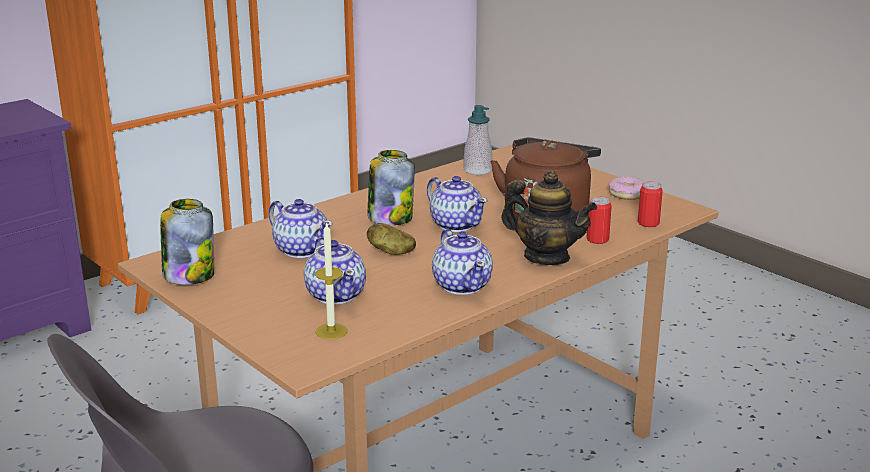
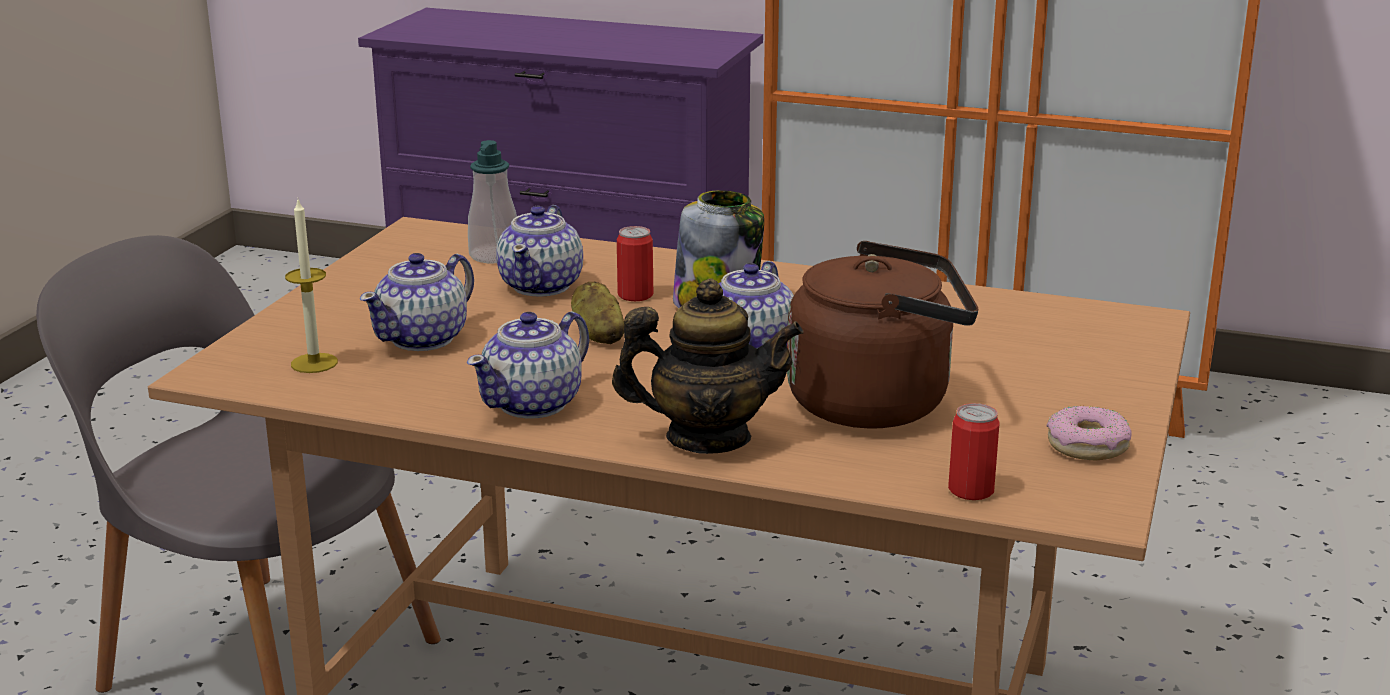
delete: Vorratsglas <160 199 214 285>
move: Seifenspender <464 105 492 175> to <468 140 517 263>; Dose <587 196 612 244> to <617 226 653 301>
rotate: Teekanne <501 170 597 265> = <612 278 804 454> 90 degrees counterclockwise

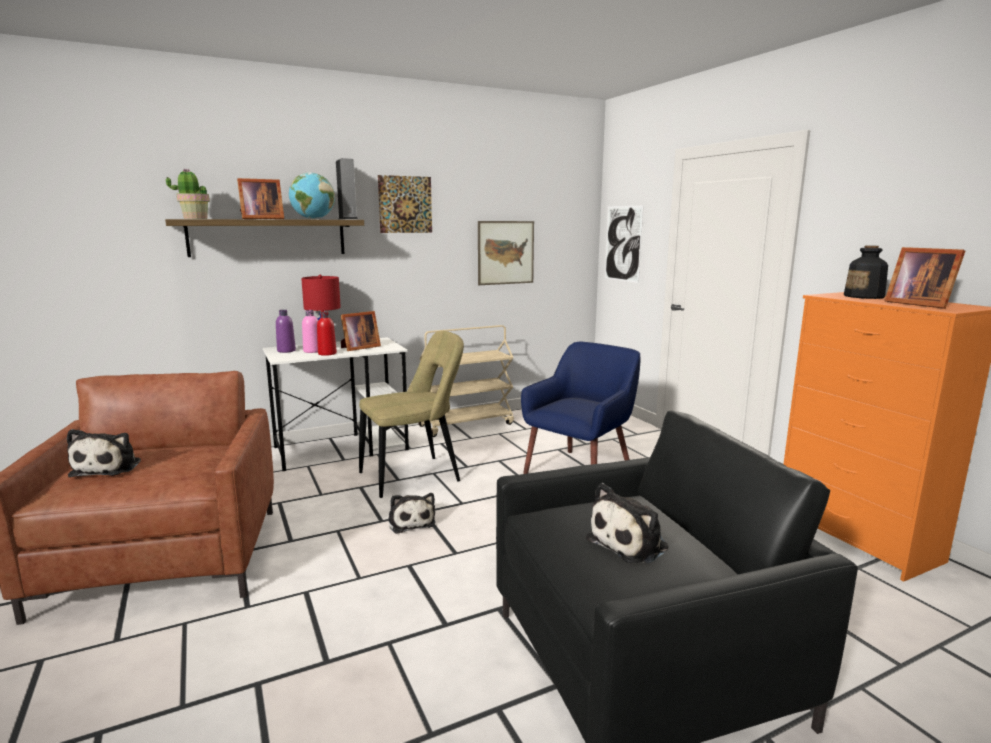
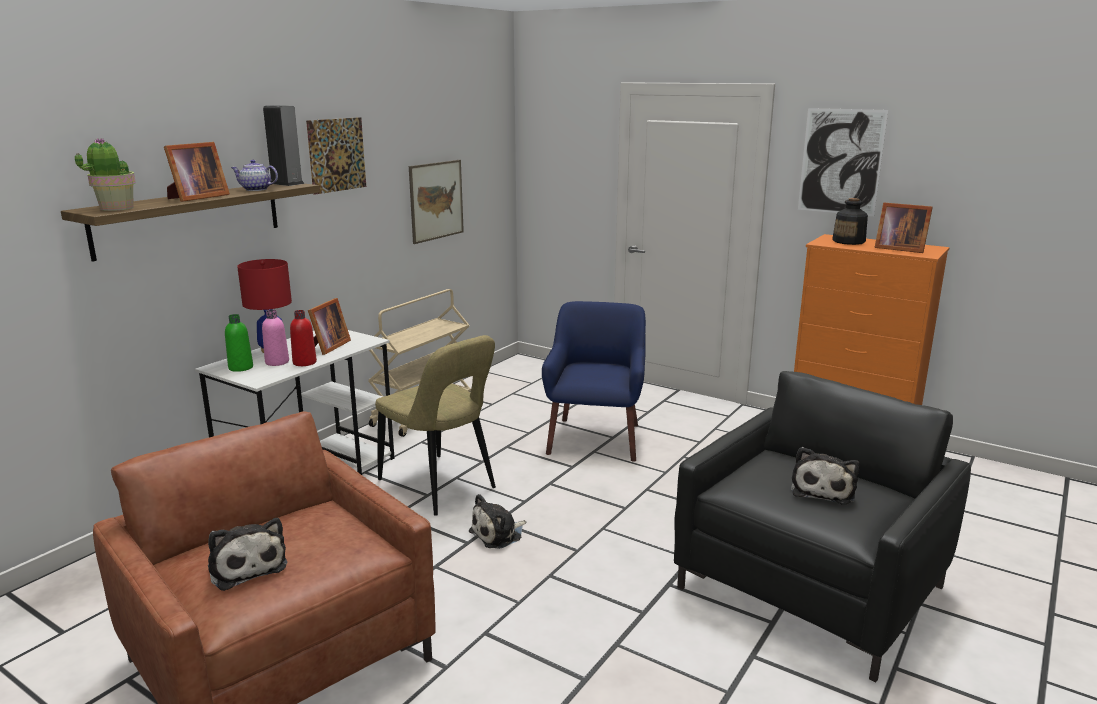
move: Bild <605 205 643 283> to <798 108 888 216>
replace: Globus <289 172 335 219> to Teekanne <231 160 278 191>
recolor: Flasche/lila <276 310 296 353> to Flasche/grün <225 314 253 372>
rotate: Stuhl/beige <359 331 464 498> = <375 335 496 516> 105 degrees clockwise; Plüschtier <388 493 436 534> = <469 494 526 549> 105 degrees clockwise

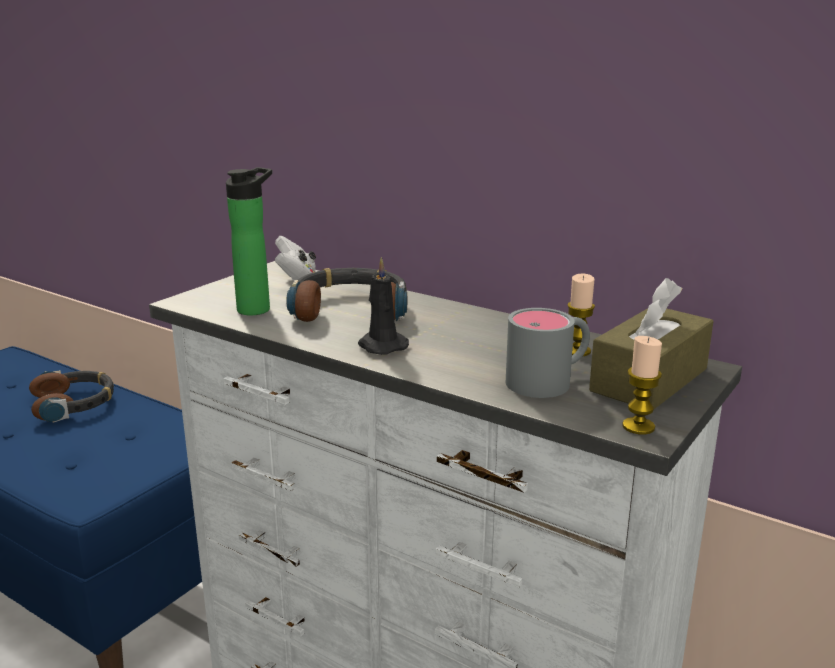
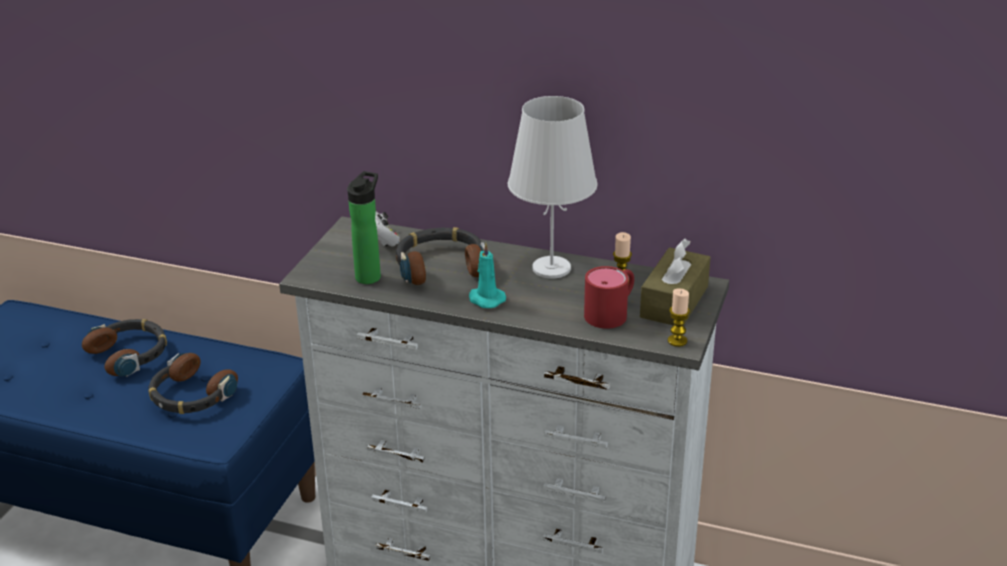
insert: Kopfhörer <149 353 238 414>; Tischlampe/weiß <508 96 598 279>
recolor: Kerze/schwarz <358 257 409 355> to Kerze/türkis <469 242 506 308>; Henkelbecher/grau <506 308 590 398> to Henkelbecher/rot <584 266 634 329>

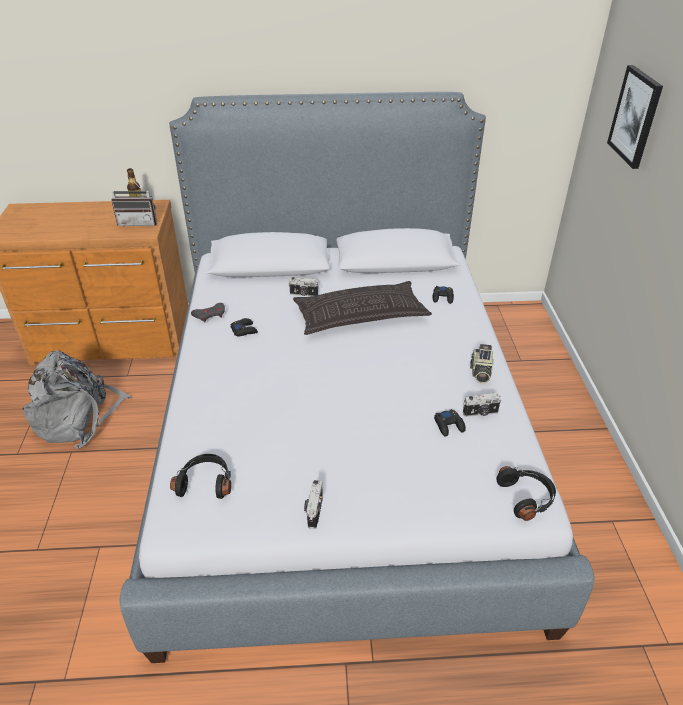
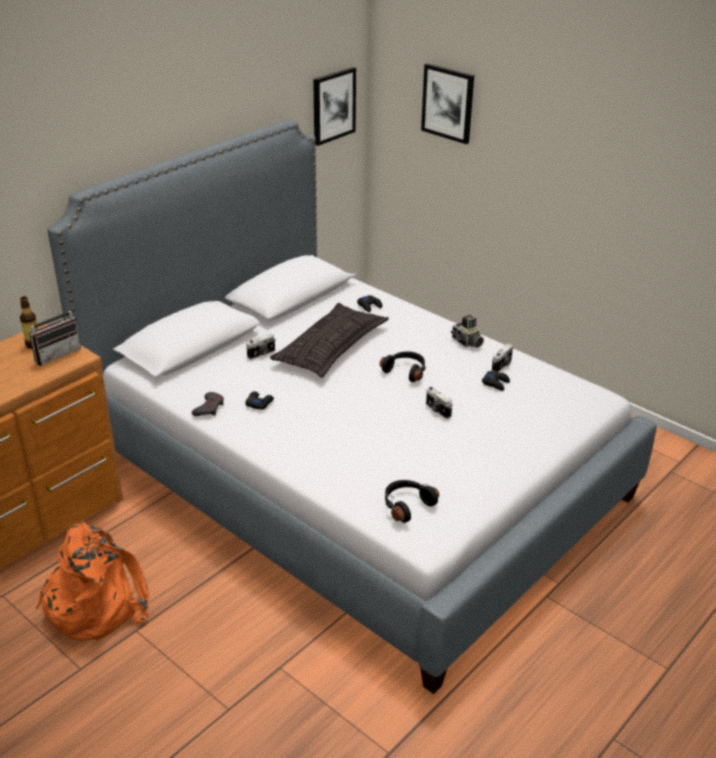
insert: Bild <313 67 356 146>
move: Kopfhörer/schwarz <496 466 556 521> to <380 351 426 382>; Kamera <304 480 323 529> to <426 387 452 419>
recolor: Rucksack/grau <22 351 132 449> to Rucksack/orange <35 523 149 641>

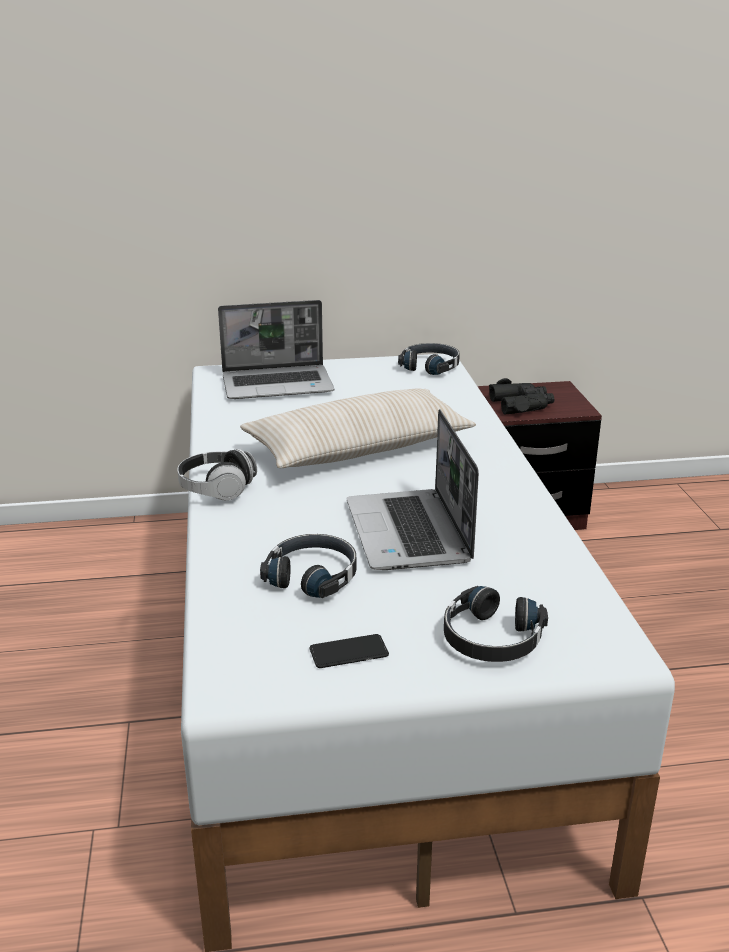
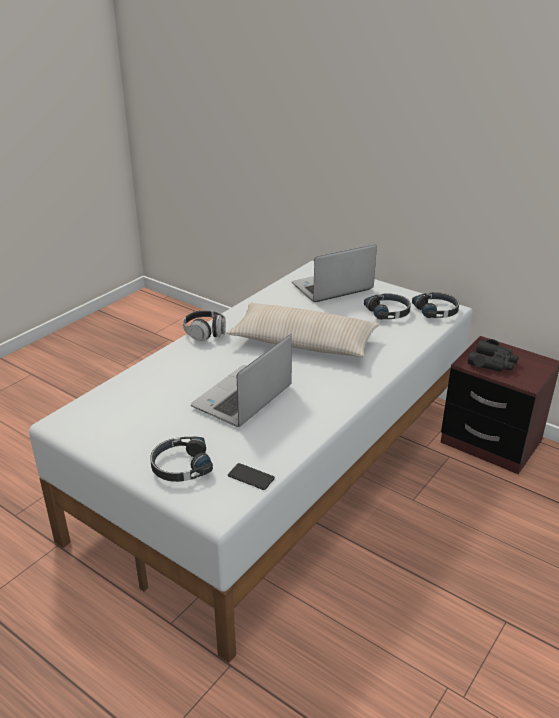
move: Handy <309 634 389 668> to <228 463 275 490>; Kopfhörer/schwarz <260 534 356 598> to <364 293 411 320>
rotate: Laptop <218 300 334 399> = <292 244 377 302> 120 degrees clockwise

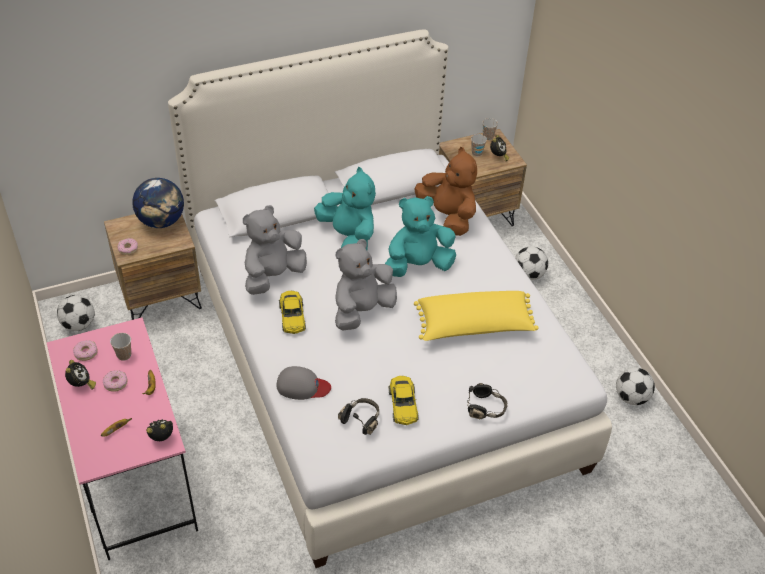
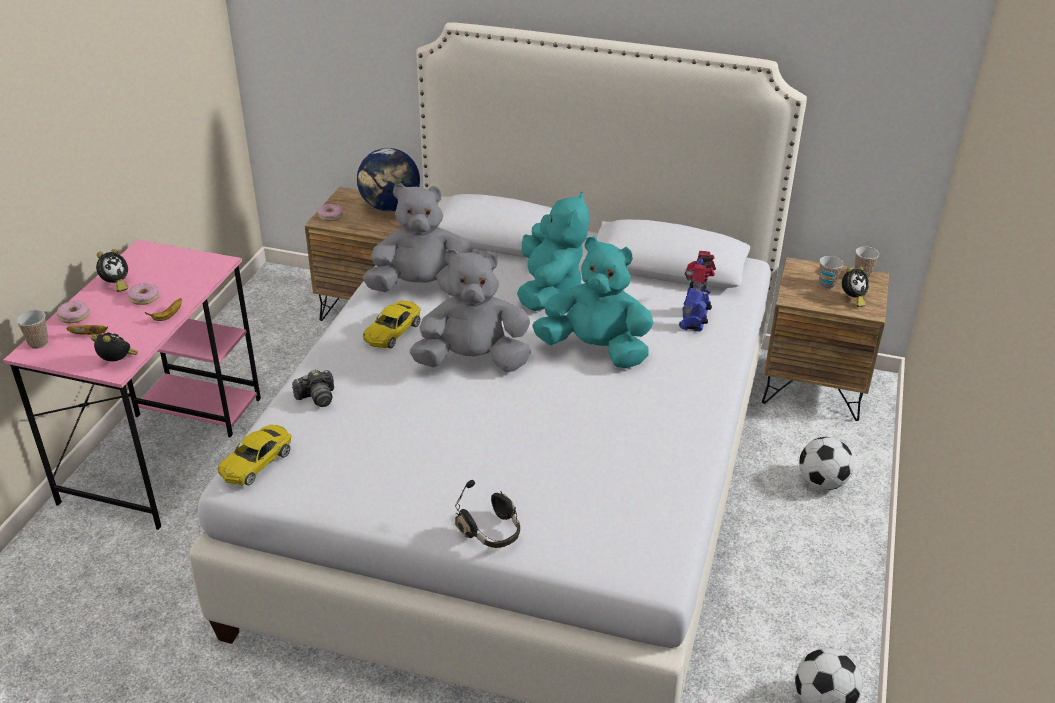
delete: Fußball <57 295 95 331>; Kopfhörer/schwarz <338 398 379 435>; Kissen/gelb <414 291 539 341>
move: Tasse <110 333 131 361> to <16 310 48 349>; Donut <73 340 97 361> to <57 301 89 323>; Spielzeugauto/gelb <389 376 418 425> to <218 425 292 485>
replace: Kappe/grau <276 366 331 400> to Kamera <292 369 334 407>; Plüschtier/braun <414 147 477 236> to Spielzeugroboter <679 251 716 331>

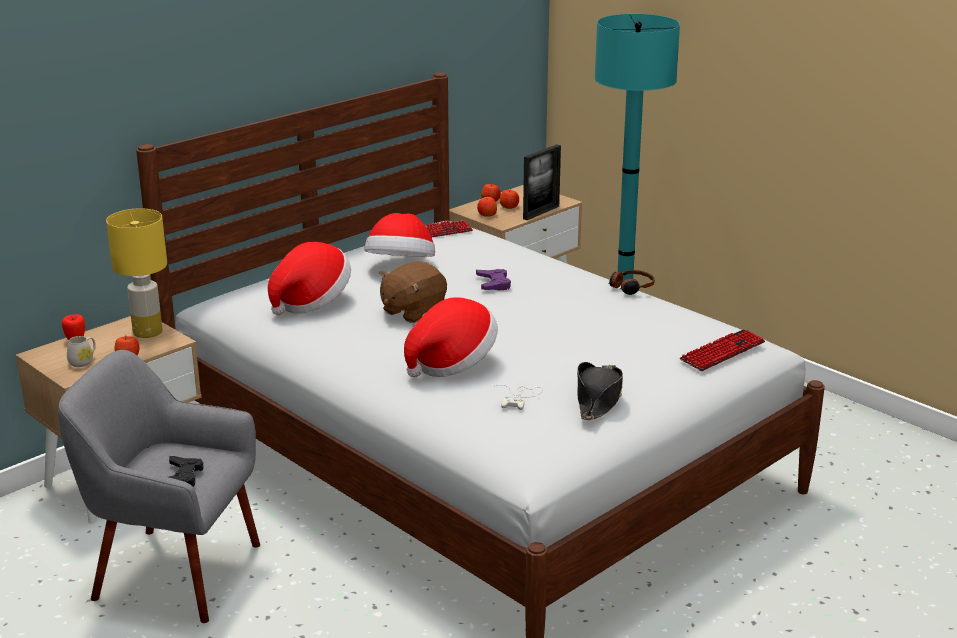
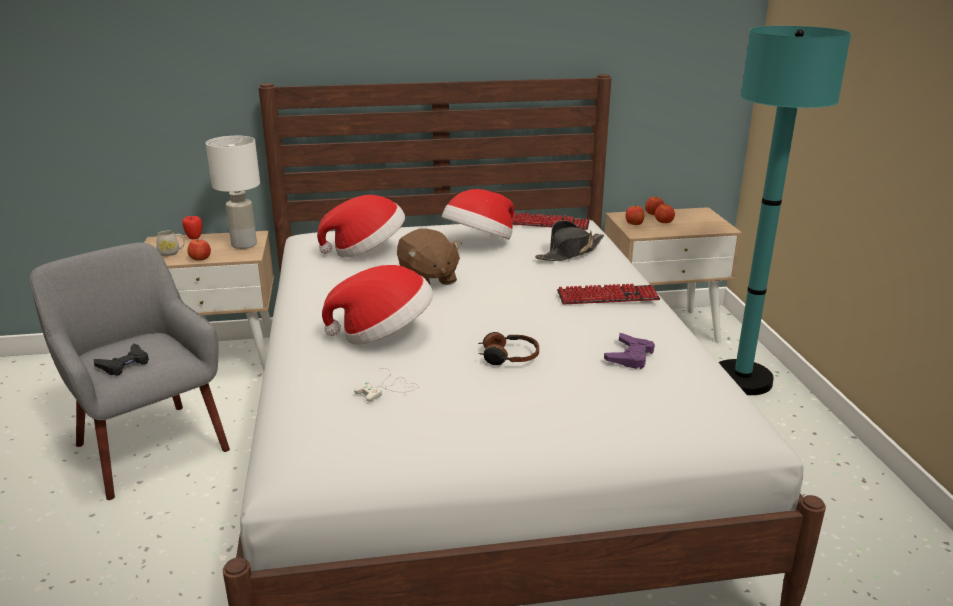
delete: Bilderrahmen <523 144 561 220>
move: Kopfhörer <608 270 655 295> to <478 332 539 365>; Hut/schwarz <577 362 623 420> to <535 220 604 261>; Tastatur <680 330 765 371> to <557 284 660 304>; Gamepad/lila <476 269 511 290> to <604 333 655 369>
recolor: Tischlampe/gelb <106 208 167 338> to Tischlampe/weiß <206 136 260 249>
rotate: Plüschtier/braun <379 261 447 323> = <397 229 462 285> 105 degrees counterclockwise

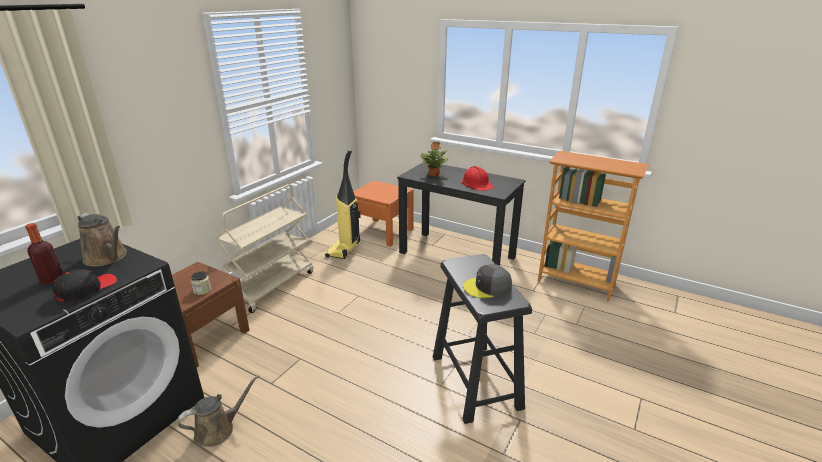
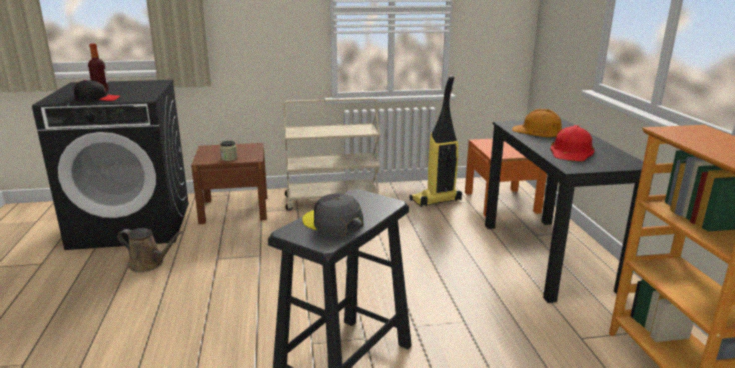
delete: Gießkanne/braun <77 213 127 267>
replace: Topfpflanze <421 142 448 177> to Schutzhelm/orange <512 109 562 137>

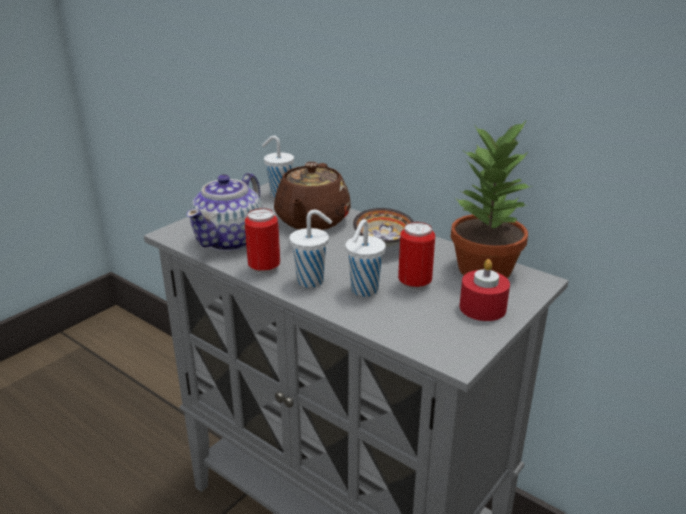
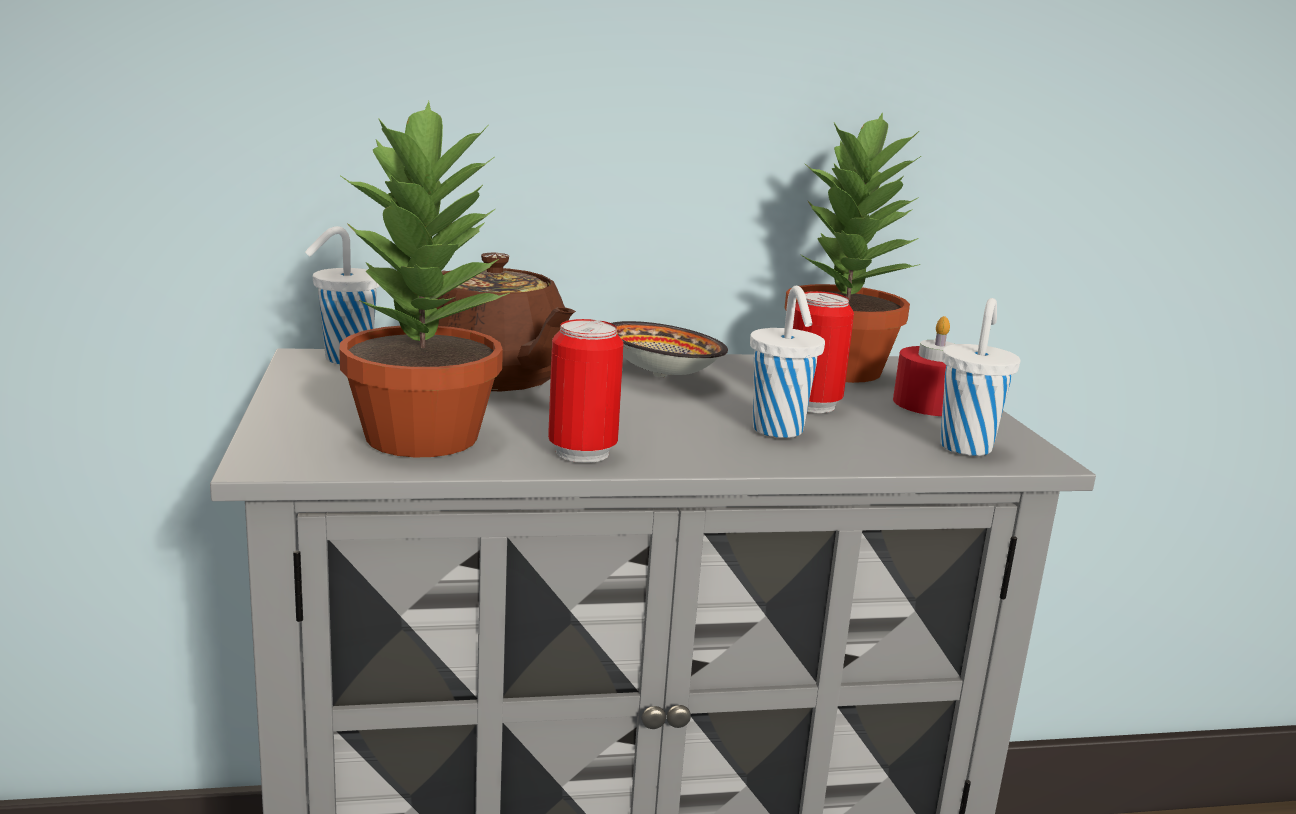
move: Tasse/weiß <289 210 332 288> to <940 298 1021 456>
replace: Teekanne <186 173 263 252> to Topfpflanze <339 101 509 457>

